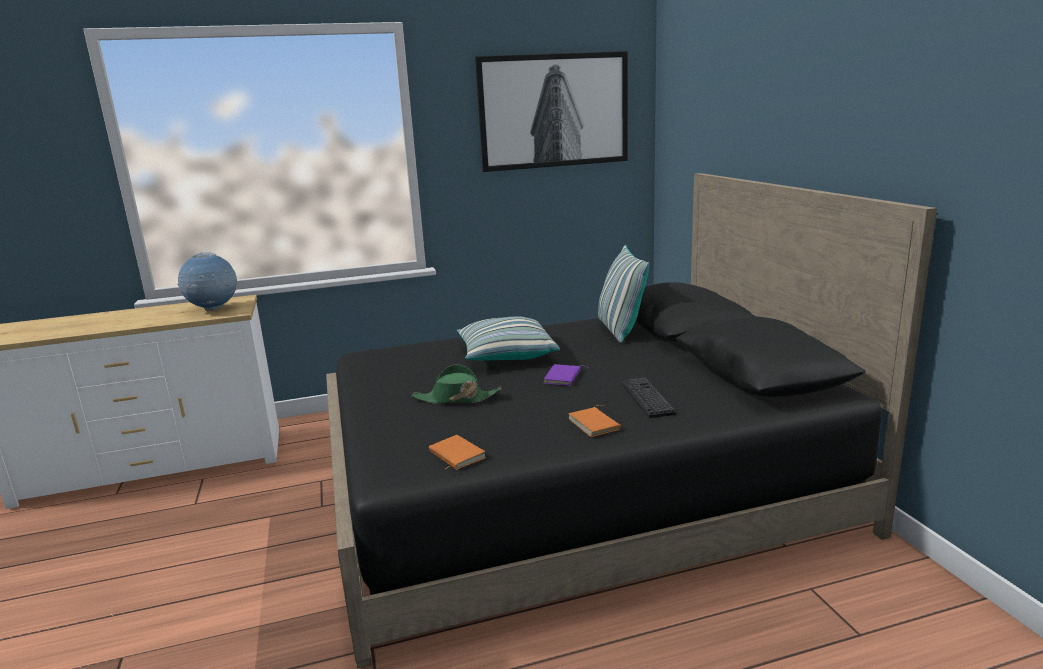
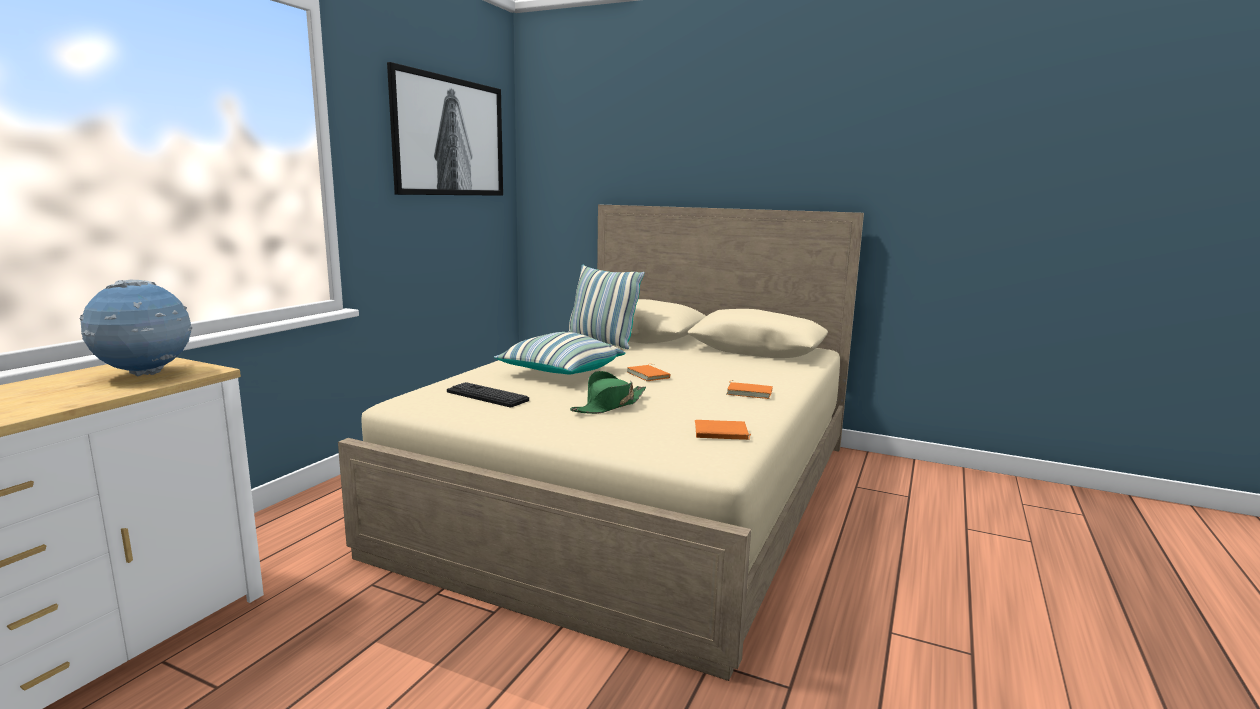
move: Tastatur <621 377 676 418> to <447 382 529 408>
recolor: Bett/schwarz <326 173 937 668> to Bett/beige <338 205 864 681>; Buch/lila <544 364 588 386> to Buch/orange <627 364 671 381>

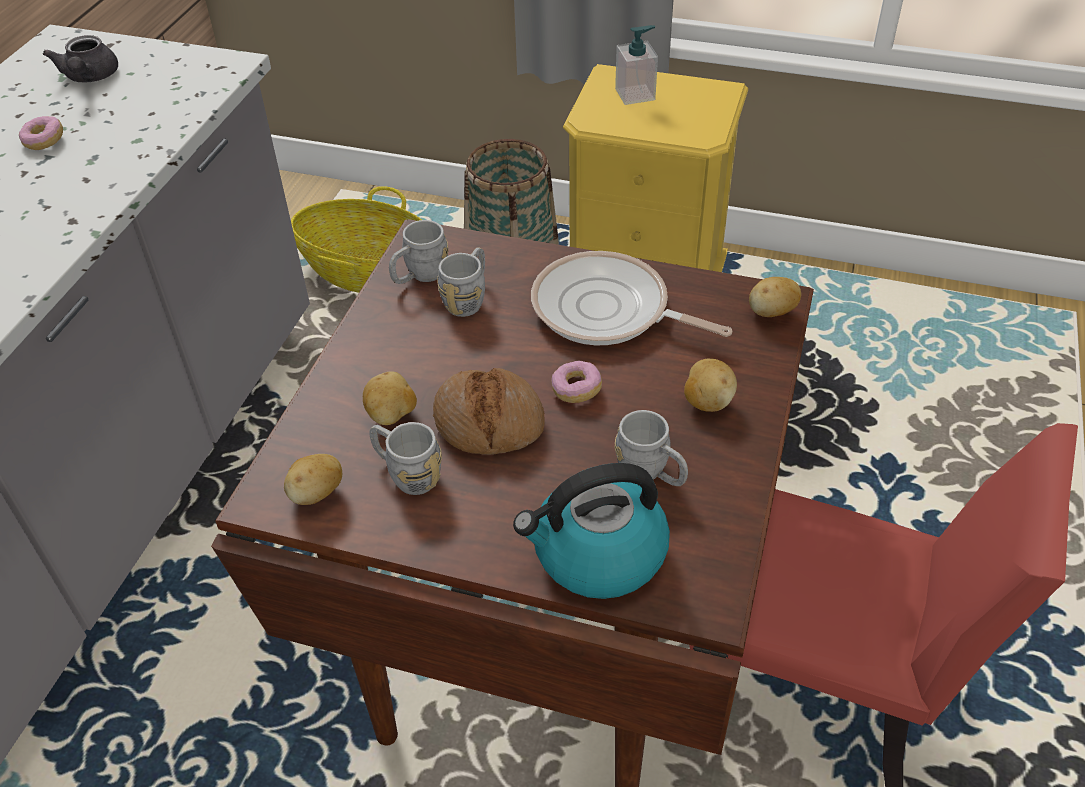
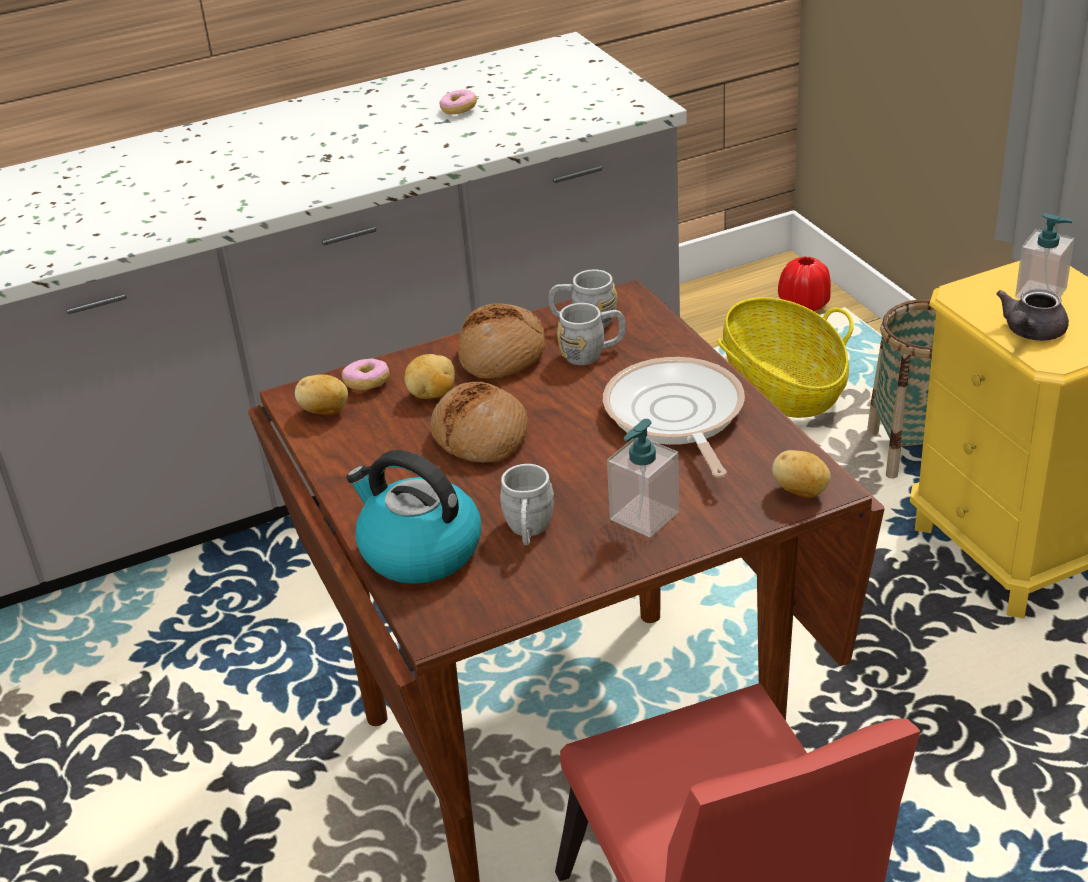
delete: Henkelbecher/grau <369 422 442 495>
insert: Brot <458 303 545 379>; Vase/rot <778 256 831 311>
move: Donut <551 361 602 403> to <342 359 389 390>; Teekanne/grau <43 35 118 83> to <996 289 1069 341>
replace: Kartoffel <684 358 737 412> to Seifenspender <607 419 679 537>

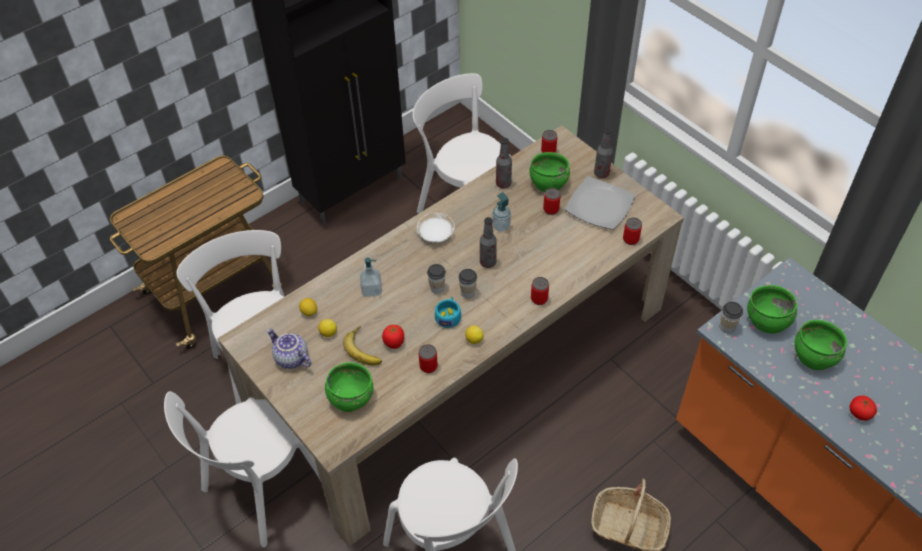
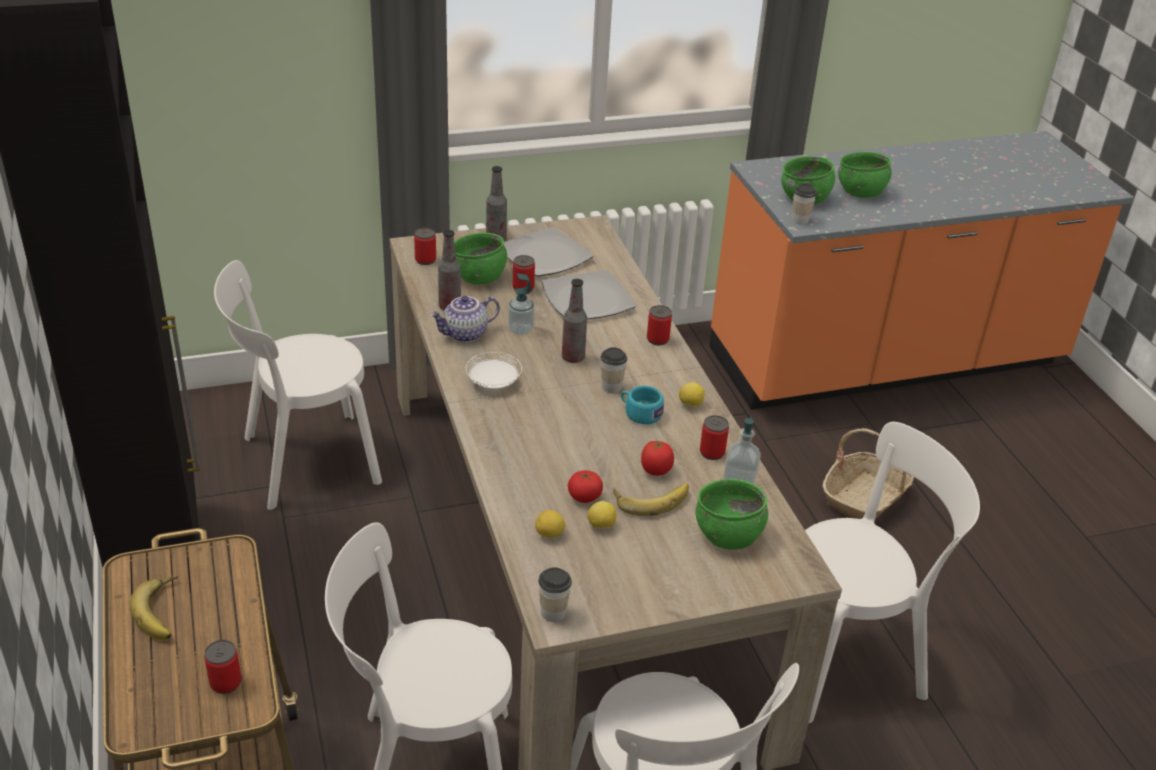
insert: Banane <129 576 178 640>; Teller <542 270 635 319>
move: Dose <623 218 642 245> to <204 640 242 694>; Teekanne <267 328 311 369> to <430 296 500 342>; Tasse <427 264 446 294> to <539 567 572 622>; Tomate <849 396 877 421> to <568 470 603 503>; Seifenspender <360 258 382 297> to <723 417 761 484>

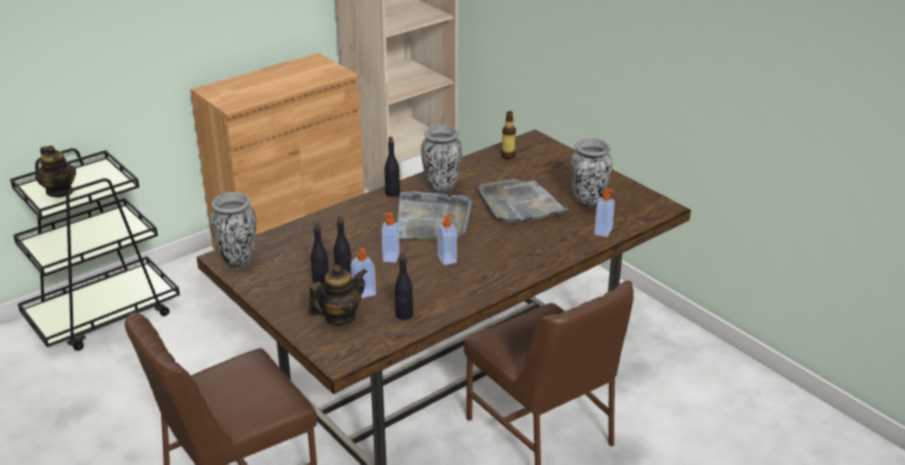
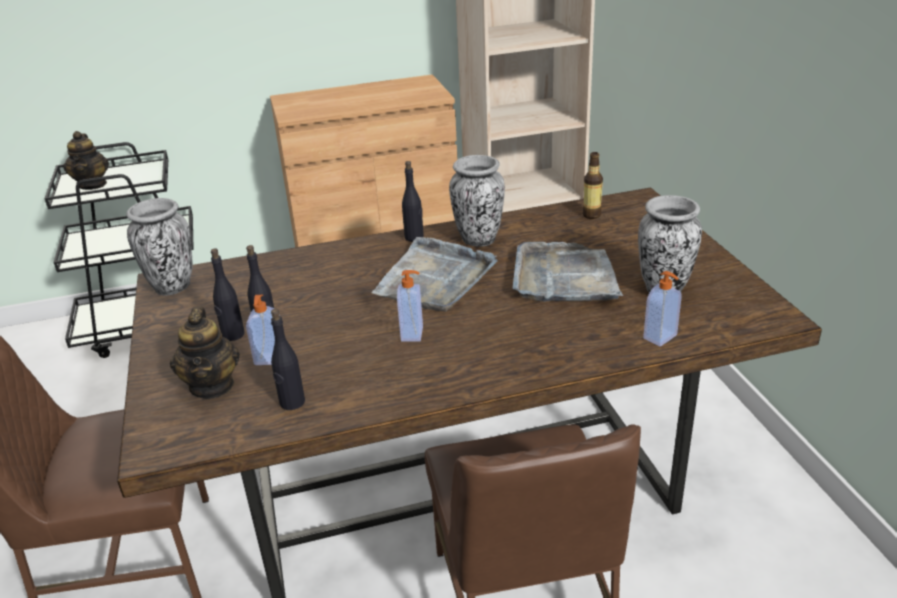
delete: Seifenspender <381 213 400 263>
rotate: Teekanne <308 265 368 325> = <170 306 240 399> 90 degrees clockwise

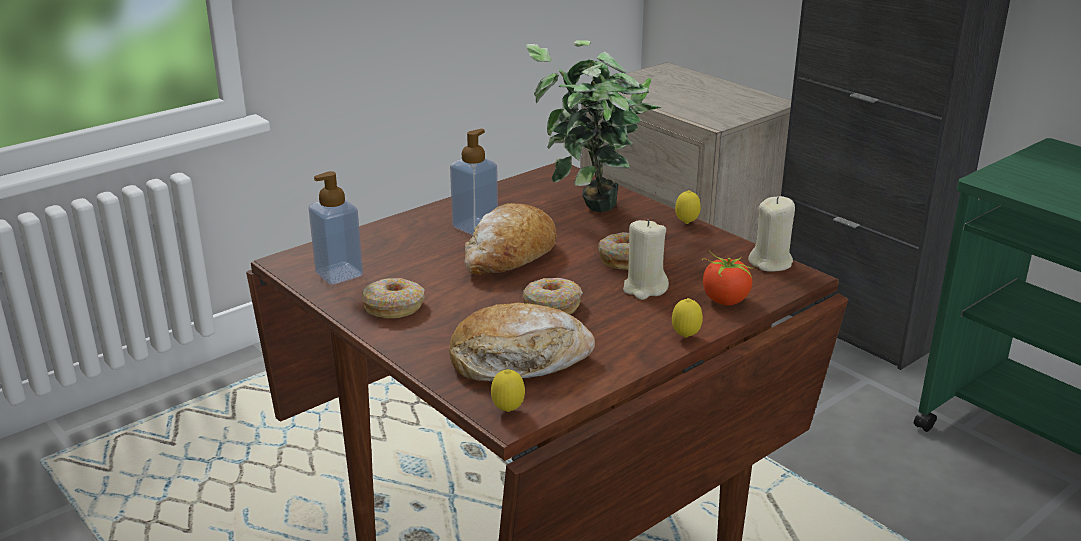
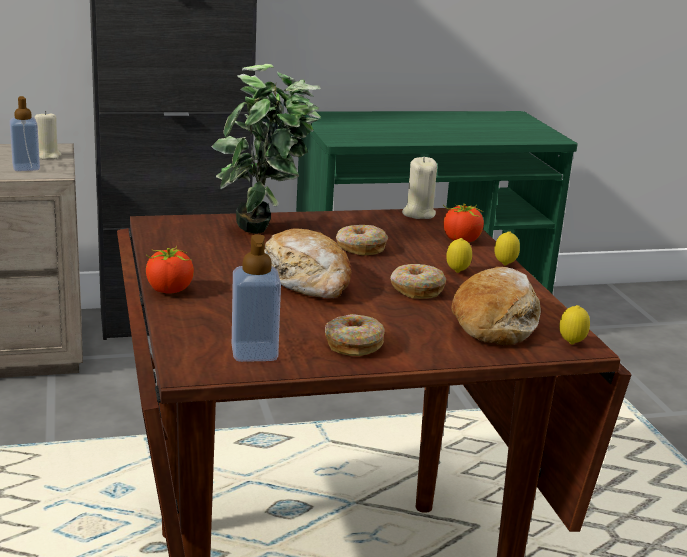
insert: Tomate <146 246 194 294>
move: Seifenspender <450 129 498 235> to <10 96 40 171>; Kerze/beige <623 219 669 300> to <35 111 62 160>; Zitrone <675 190 701 224> to <446 238 472 273>

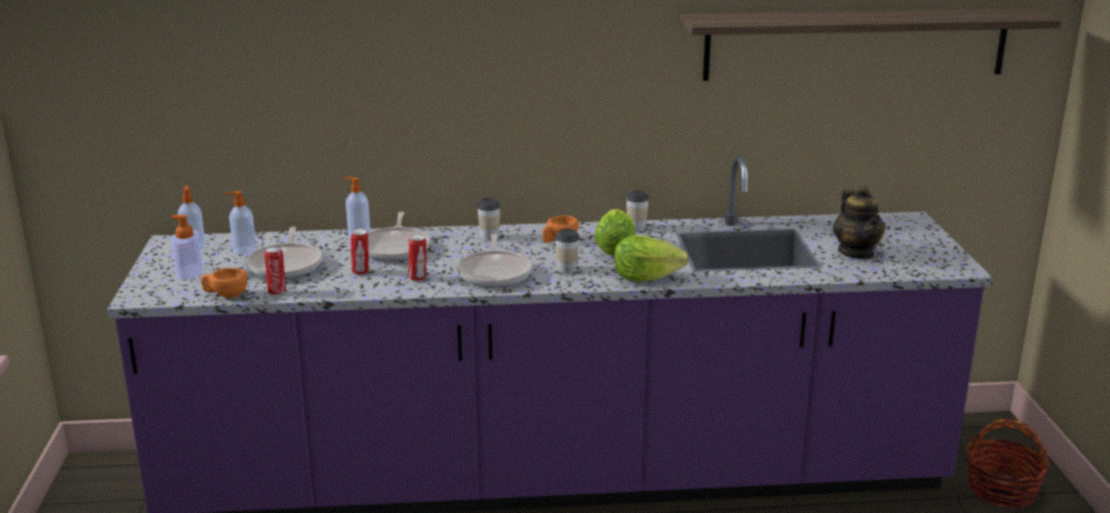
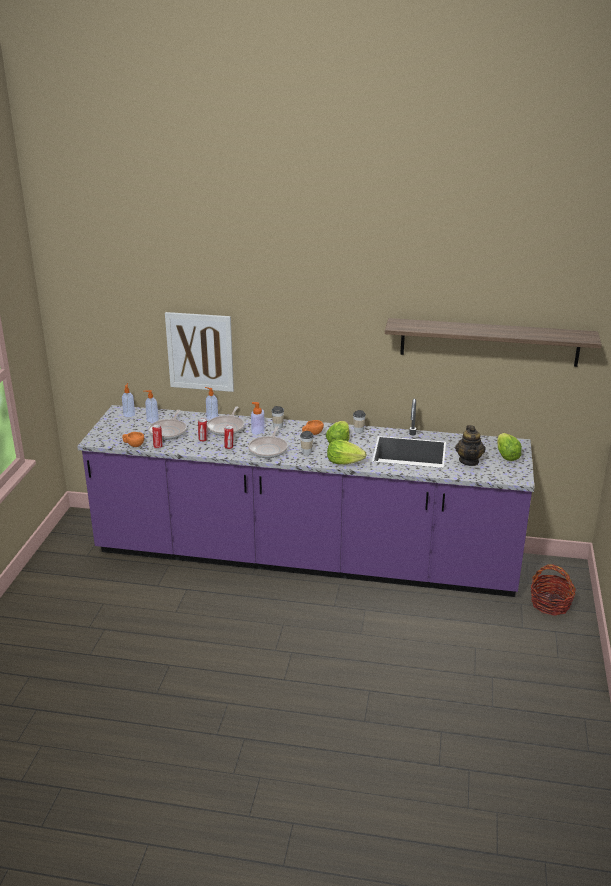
insert: Bild <165 312 234 392>; Salatkopf <497 433 522 461>
move: Seifenspender <171 215 203 280> to <251 402 265 435>

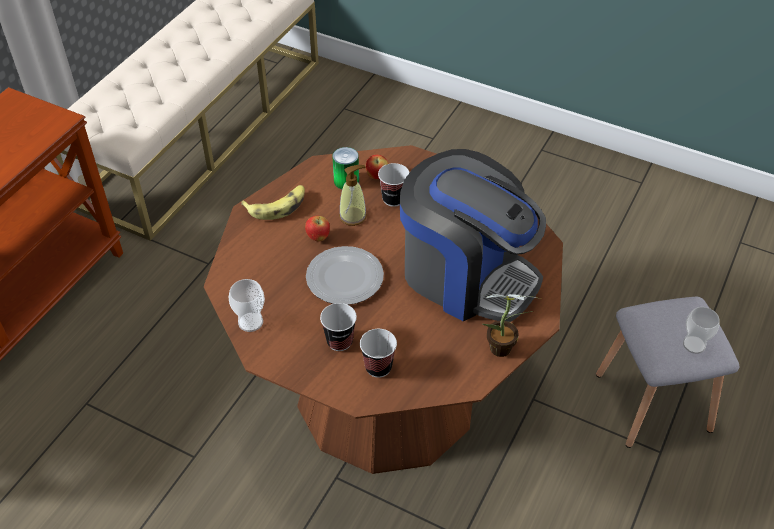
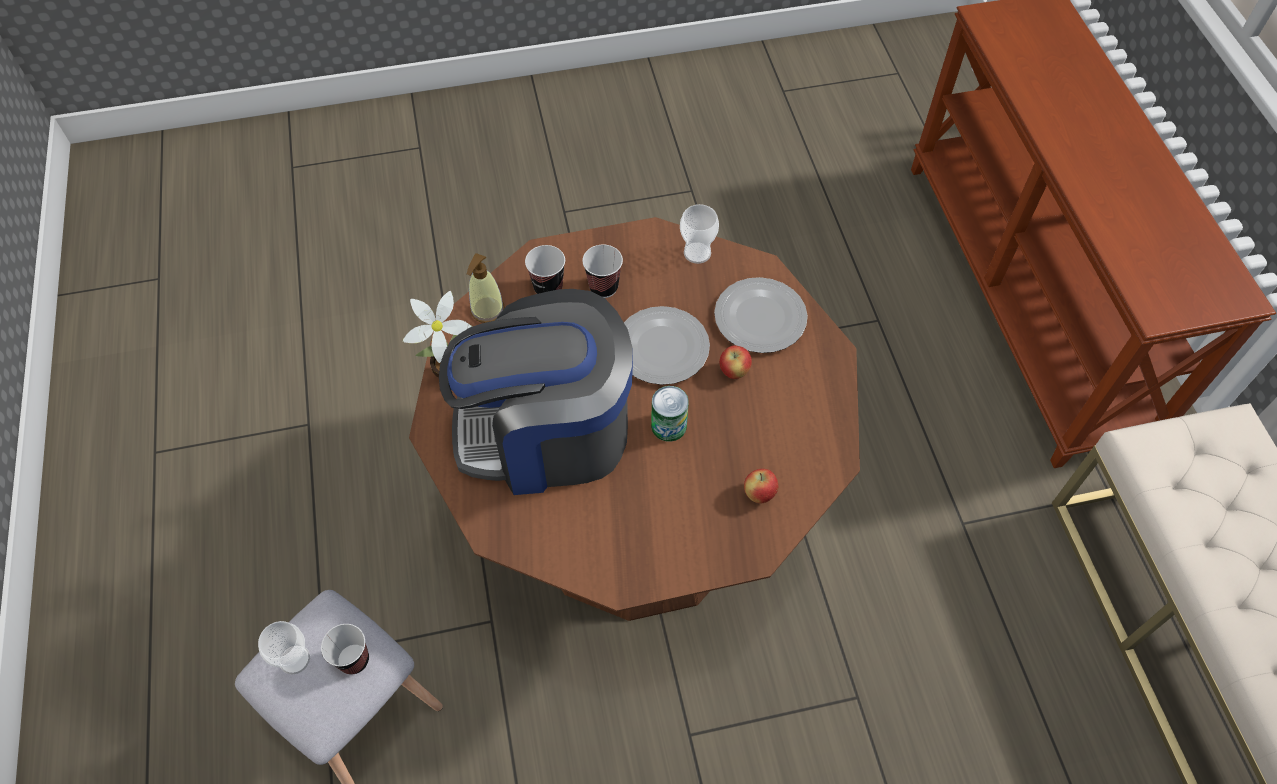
delete: Banane <241 185 305 220>
insert: Teller <714 277 808 353>
move: Tasse <378 163 410 207> to <321 624 369 674>; Seifenspender <339 165 367 226> to <467 253 505 323>; Dose <333 147 359 189> to <651 386 689 442>

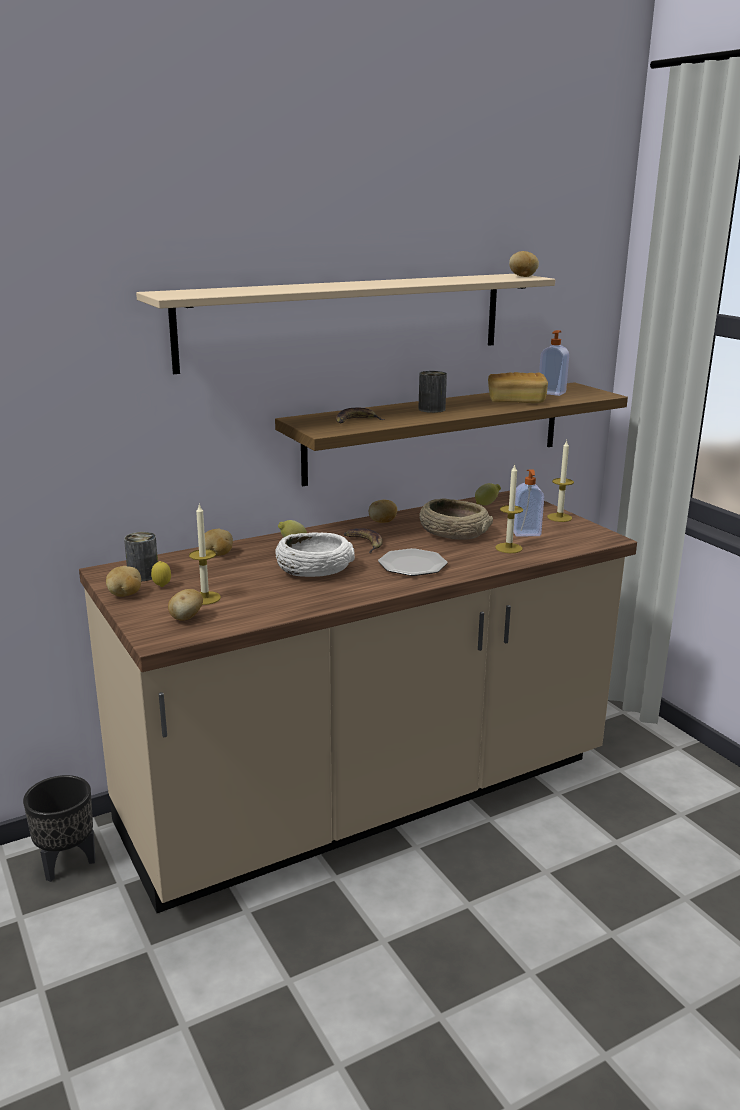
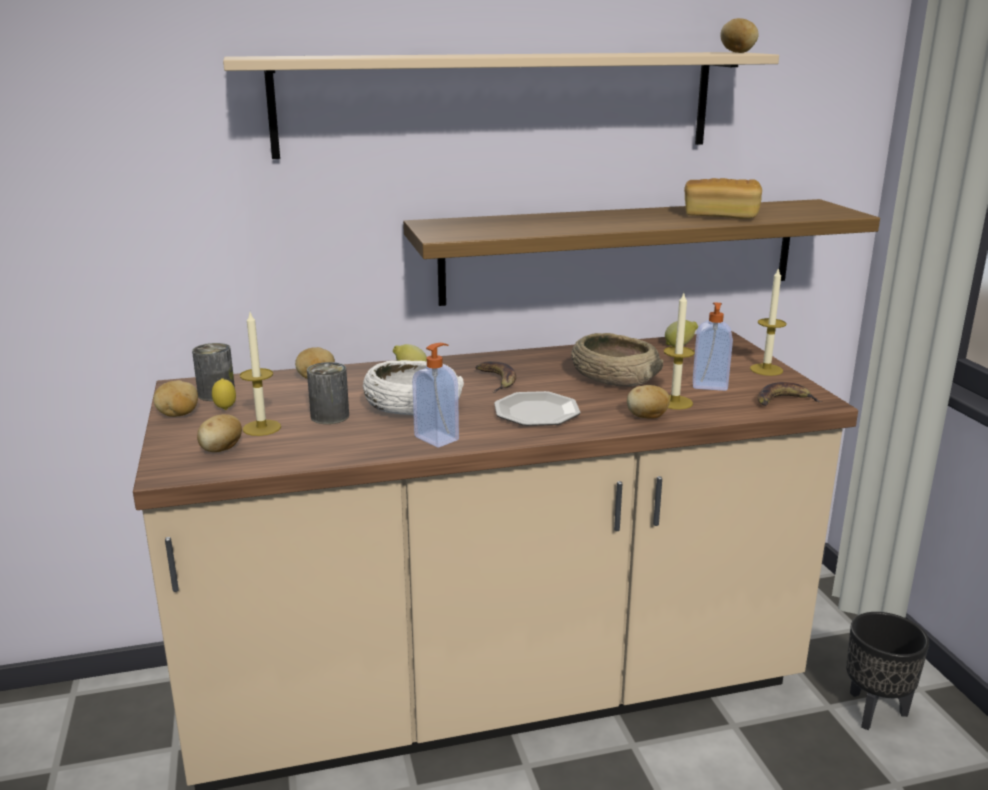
move: Dose <418 371 447 413> to <307 362 349 424>; Seifenspender <539 330 569 396> to <412 343 459 448>; Kartoffel <369 500 397 523> to <627 385 670 419>; Banane <336 408 385 423> to <757 382 822 406>; Pflanzkübel/schwarz <23 775 96 882> to <846 612 929 730>

